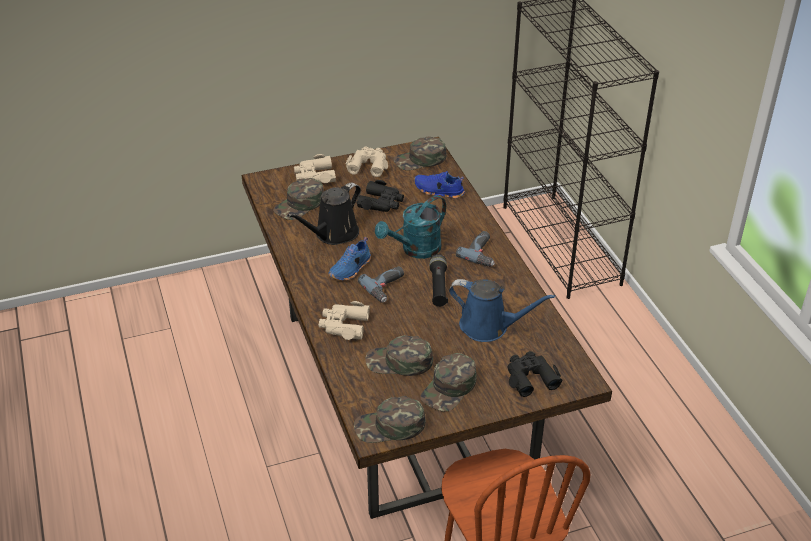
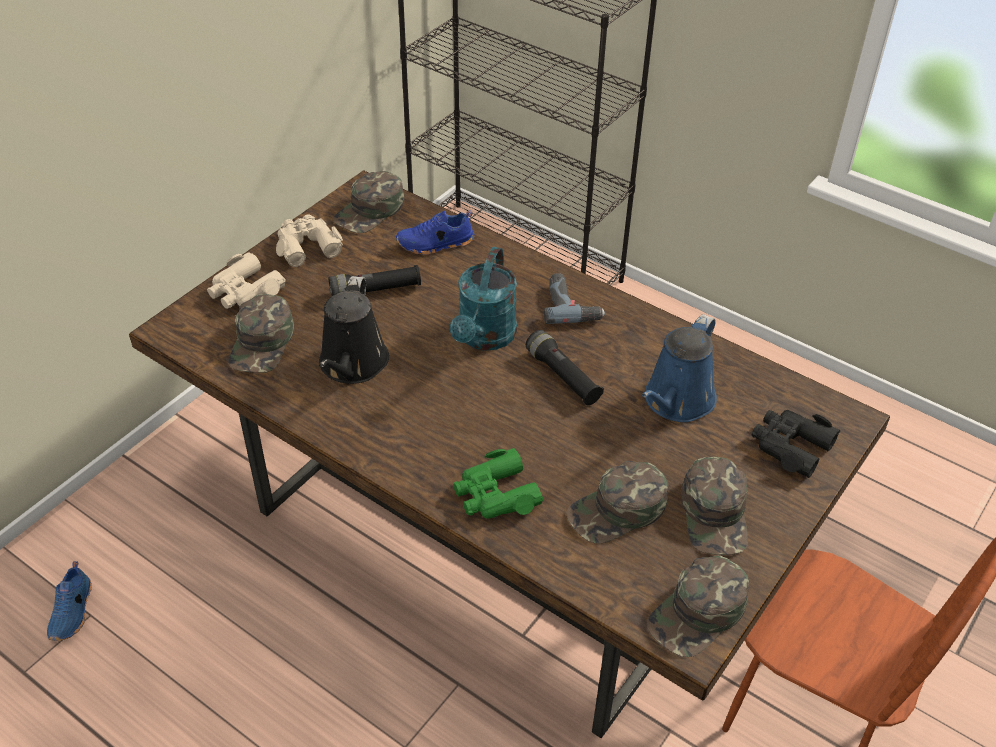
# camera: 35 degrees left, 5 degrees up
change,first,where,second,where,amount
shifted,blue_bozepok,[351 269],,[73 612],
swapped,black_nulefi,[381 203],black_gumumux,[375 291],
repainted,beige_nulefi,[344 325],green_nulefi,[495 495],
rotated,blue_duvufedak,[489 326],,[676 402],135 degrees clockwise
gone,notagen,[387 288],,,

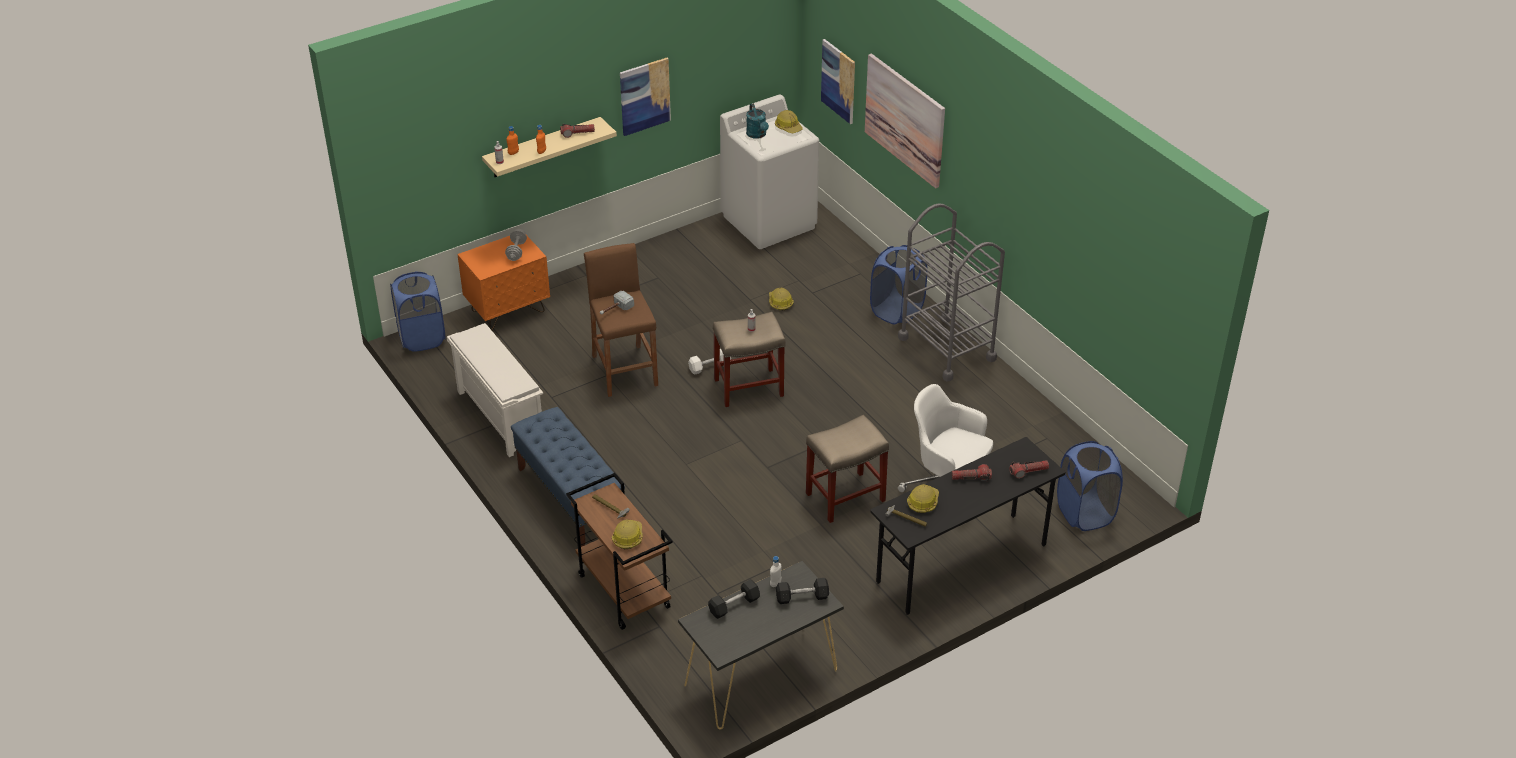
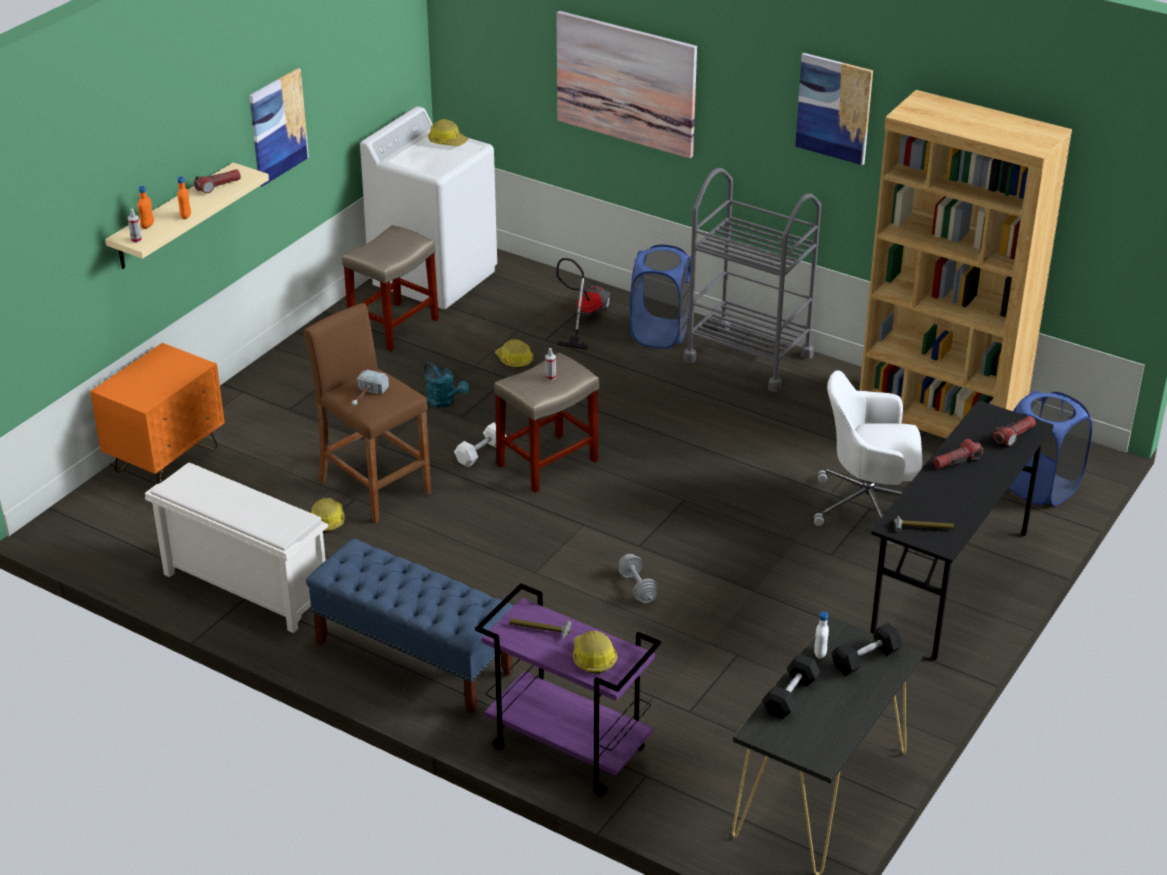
# camera: 25 degrees left, 5 degrees down
change,first,where,second,where,amount
shifted,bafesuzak,[923 502],,[327 520],
shifted,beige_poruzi,[844 497],,[393 327],
shifted,turquoise_duvufedak,[757 135],,[445 402],
repainted,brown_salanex,[622 591],purple_salanex,[566 748],
new,,,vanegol,[584 319],
shifted,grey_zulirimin,[516 251],,[637 587],
shifted,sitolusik,[838 81],,[834 108],
new,,,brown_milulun,[940 417],
gone,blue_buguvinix,[422 338],,,

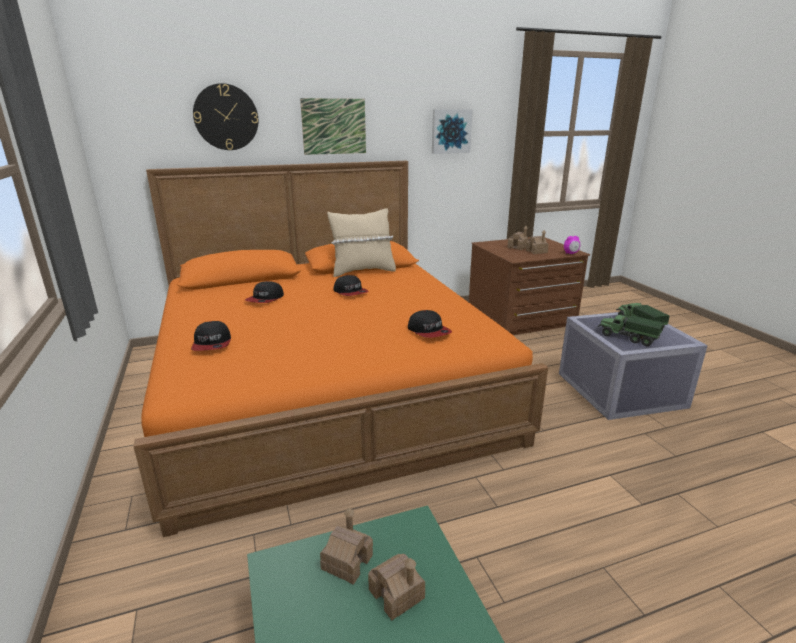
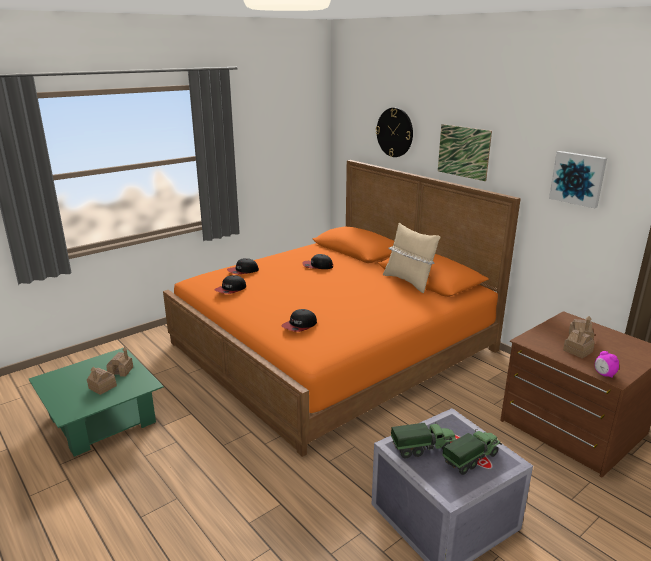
# camera: 70 degrees right, 0 degrees up
change,first,where,second,where,amount
shifted,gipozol,[350 292],,[231 289],
rotated,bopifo,[627 337],,[423 448],60 degrees clockwise

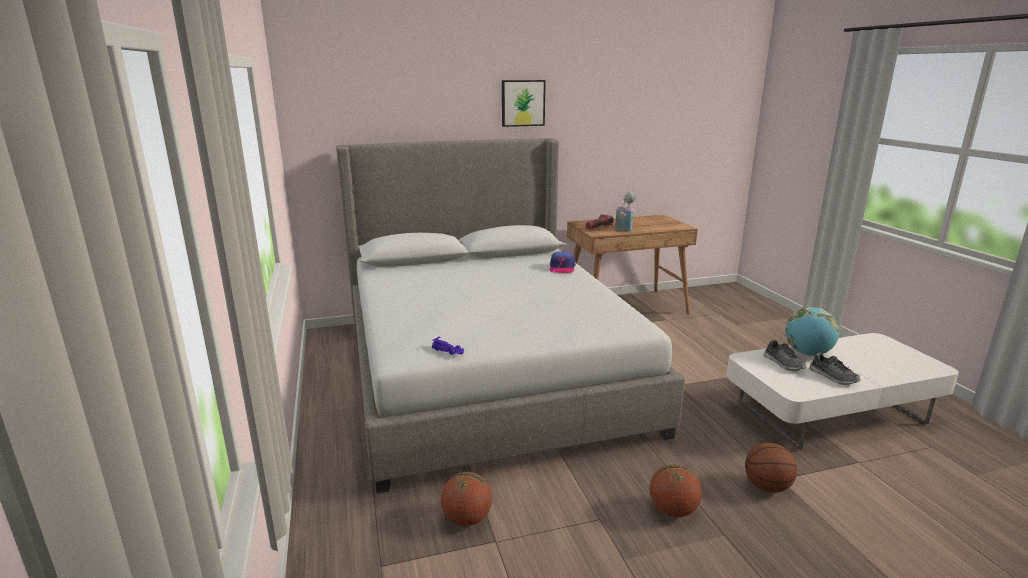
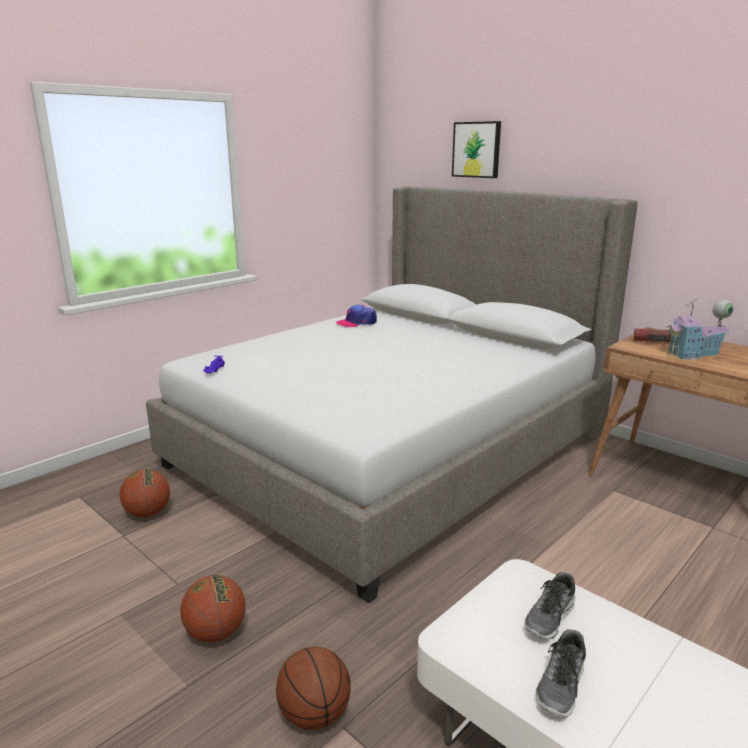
# camera: 60 degrees right, 0 degrees up
change,first,where,second,where,amount
shifted,gipozol,[562 268],,[357 323],
shifted,sitolusik,[522 103],,[477 149],
gone,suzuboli,[807 353],,,

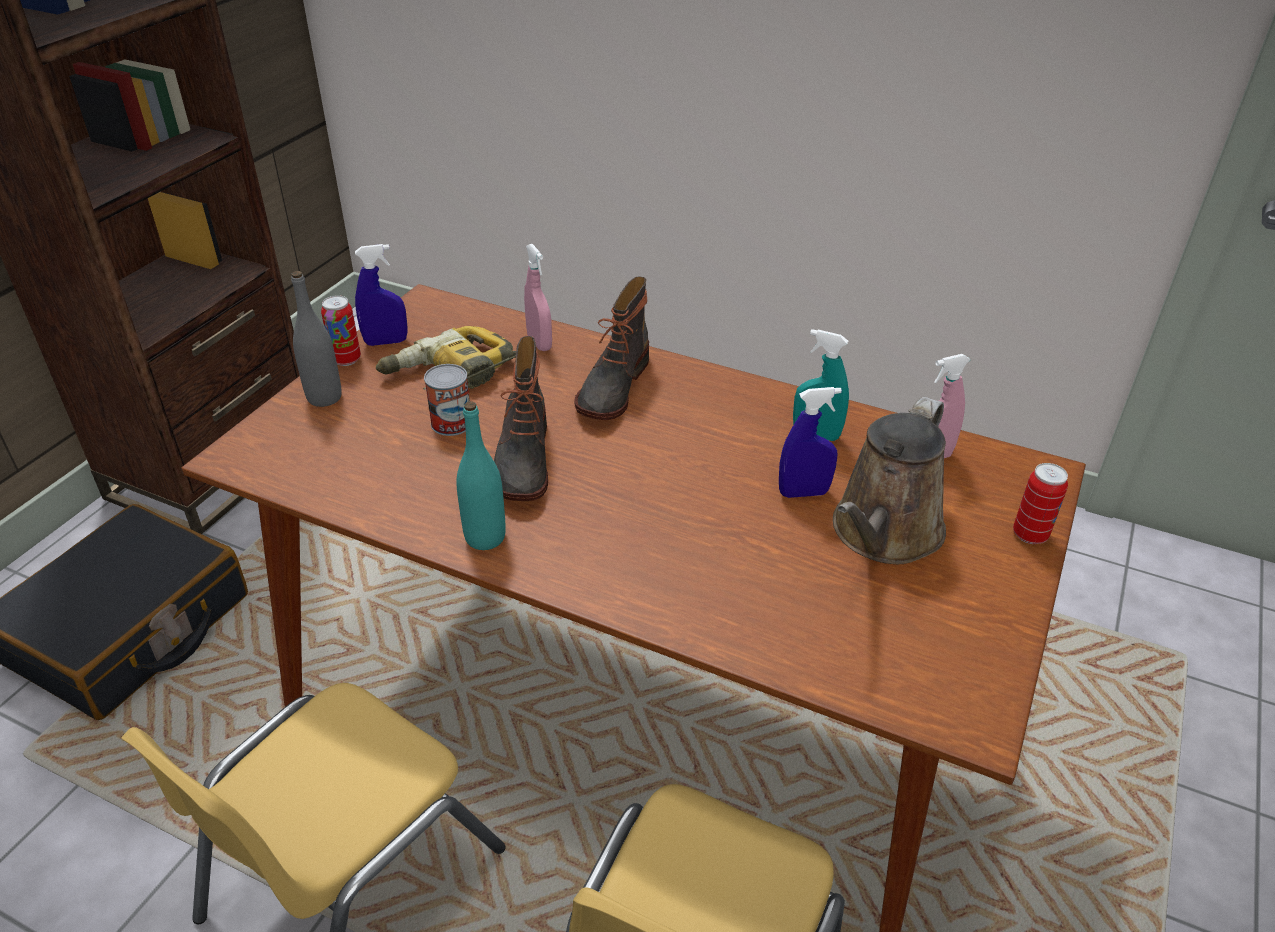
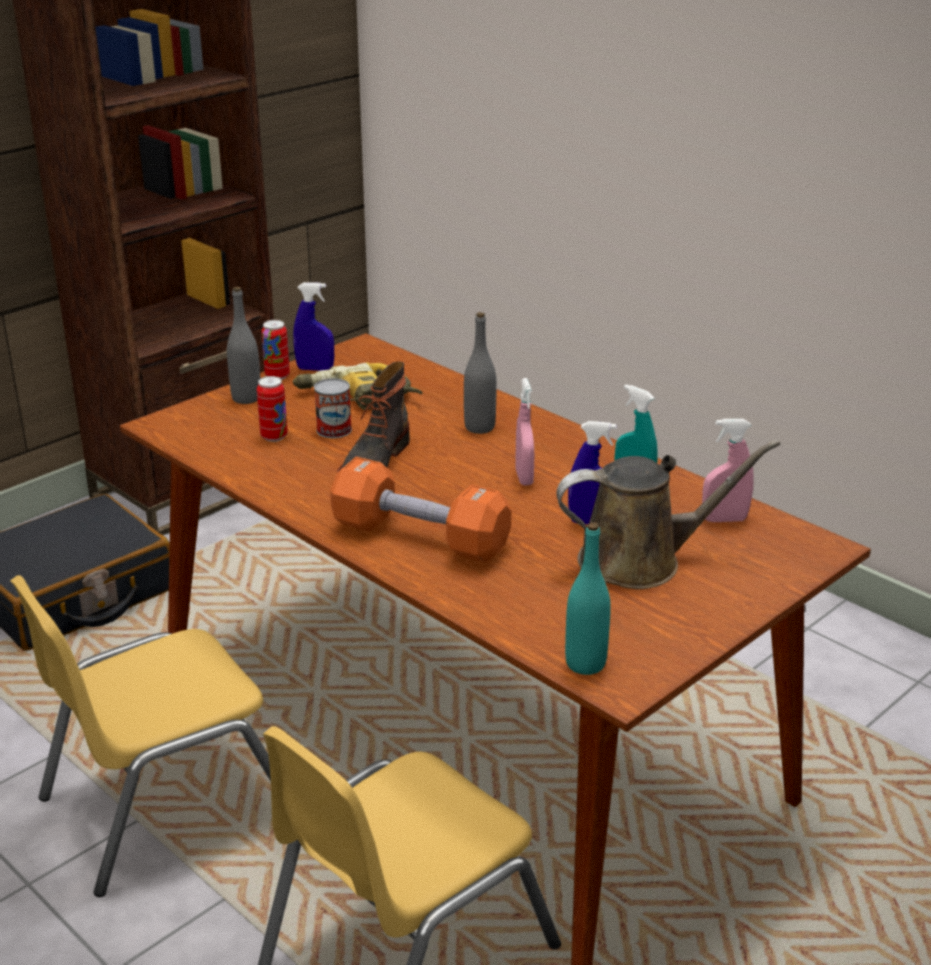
# camera: 20 degrees right, 10 degrees down
change,first,where,second,where,amount
shifted,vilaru,[1030 535],,[274 437],
new,,,orange_zulirimin,[420 537],
swapped,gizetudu,[612 387],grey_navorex,[479 427],
shifted,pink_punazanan,[539 343],,[524 478],
rotated,brown_duvufedak,[883 534],,[640 561],150 degrees counterclockwise
shifted,turquoise_navorex,[485 537],,[585 664],

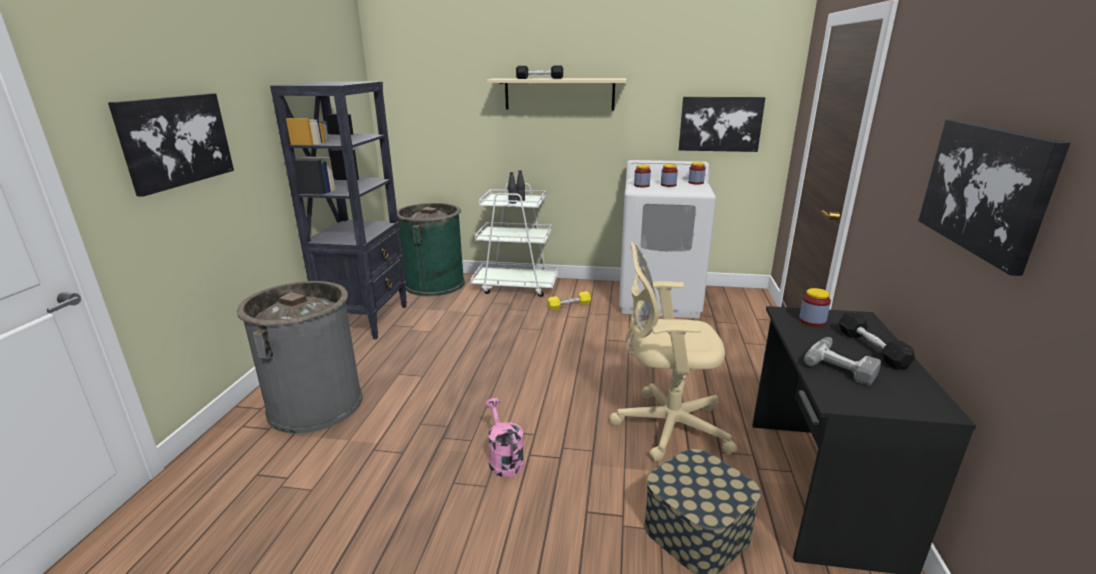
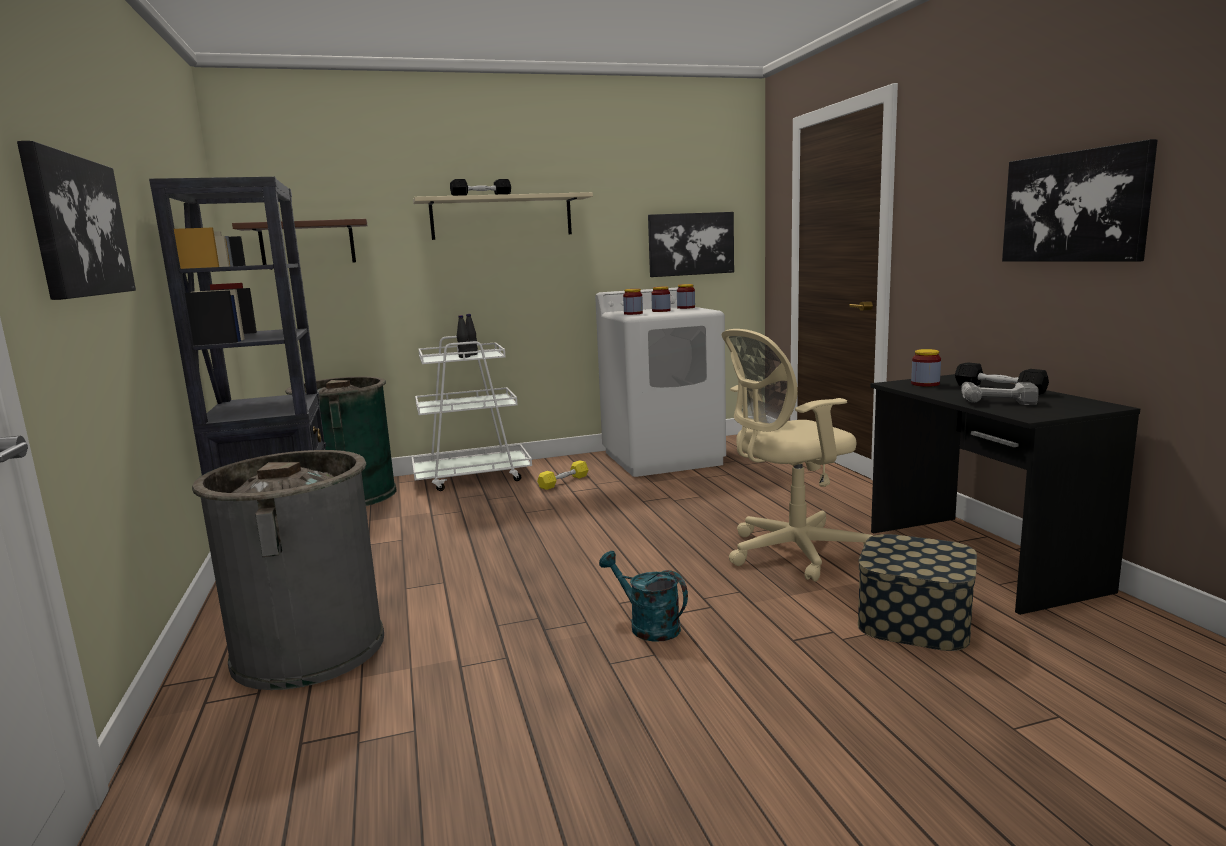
# camera: 25 degrees left, 10 degrees down
change,first,where,second,where,amount
new,,,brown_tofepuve,[307 243],
repainted,pink_duvufedak,[504 459],turquoise_duvufedak,[647 626],

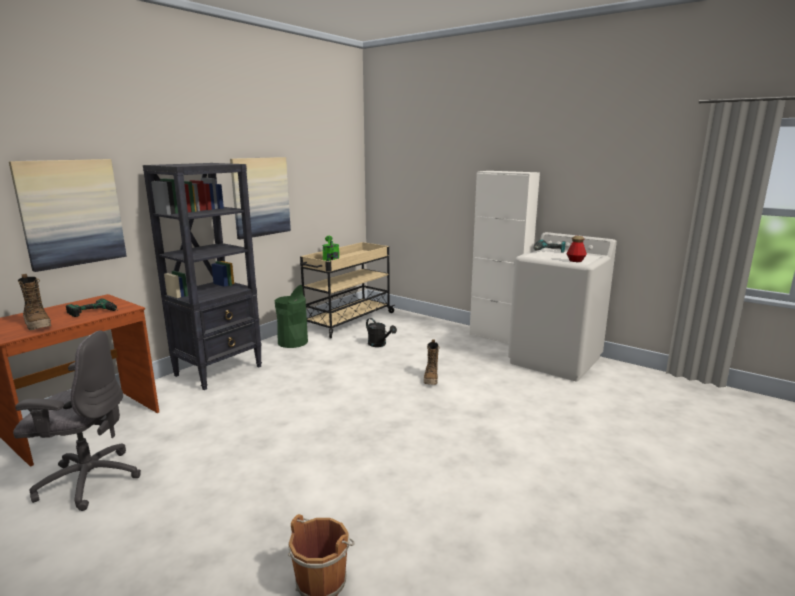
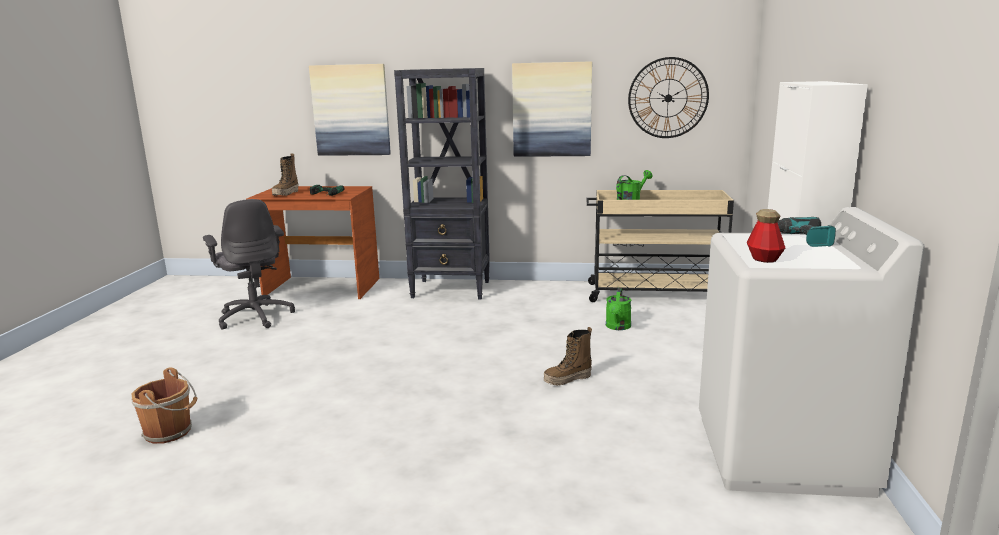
# camera: 60 degrees right, 0 degrees up
change,first,where,second,where,amount
repainted,black_duvufedak,[379 344],green_duvufedak,[617 327],
new,,,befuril,[668 98],
gone,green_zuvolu,[293 342],,,

